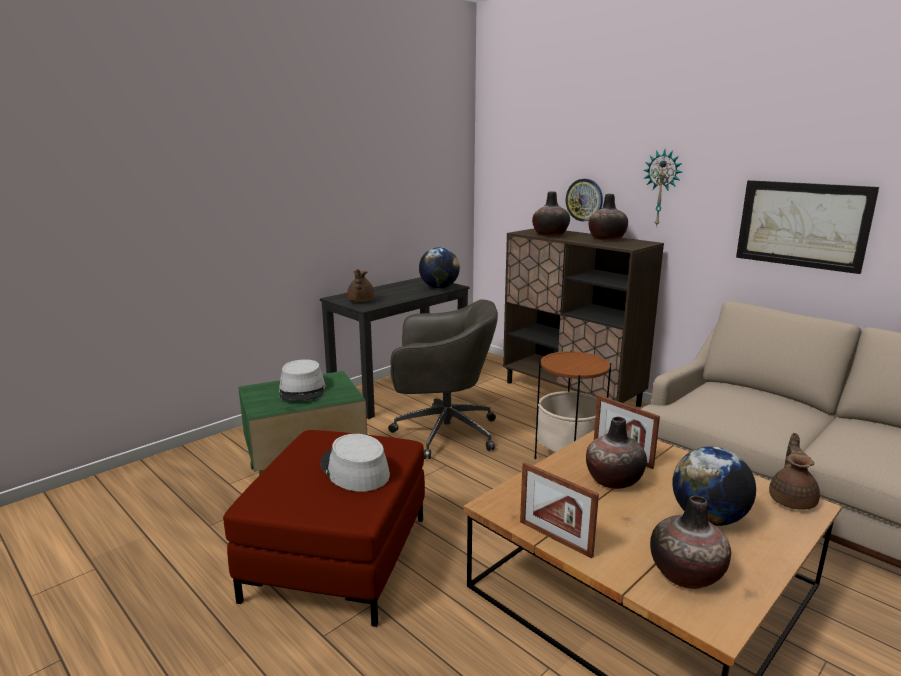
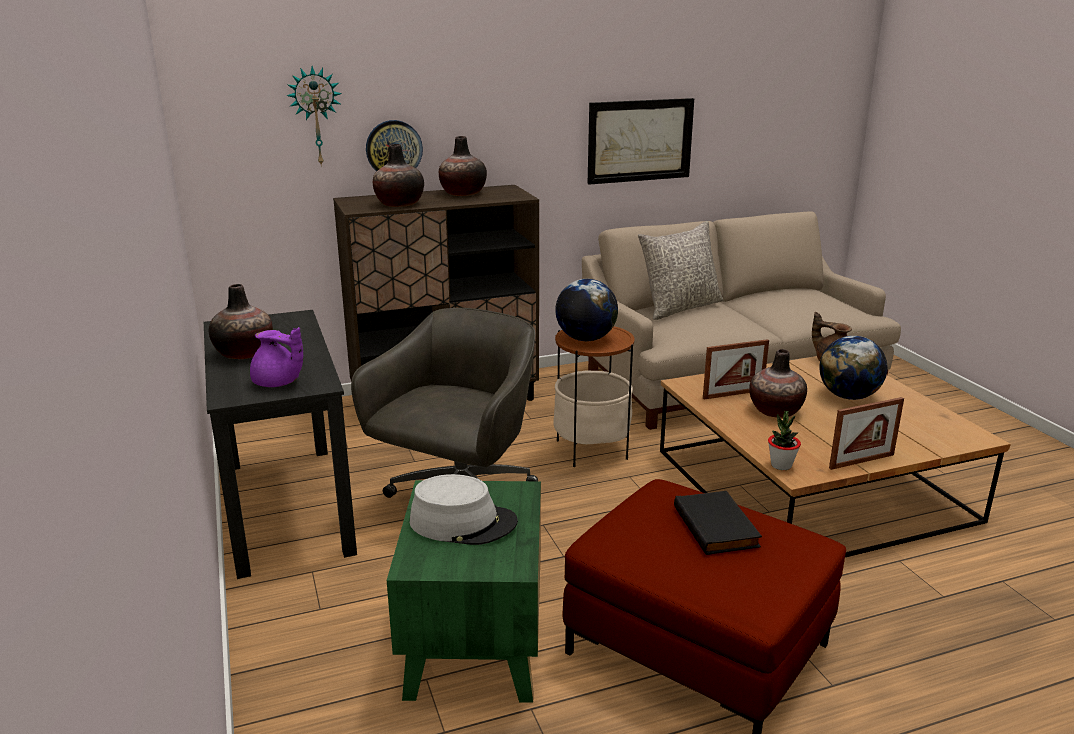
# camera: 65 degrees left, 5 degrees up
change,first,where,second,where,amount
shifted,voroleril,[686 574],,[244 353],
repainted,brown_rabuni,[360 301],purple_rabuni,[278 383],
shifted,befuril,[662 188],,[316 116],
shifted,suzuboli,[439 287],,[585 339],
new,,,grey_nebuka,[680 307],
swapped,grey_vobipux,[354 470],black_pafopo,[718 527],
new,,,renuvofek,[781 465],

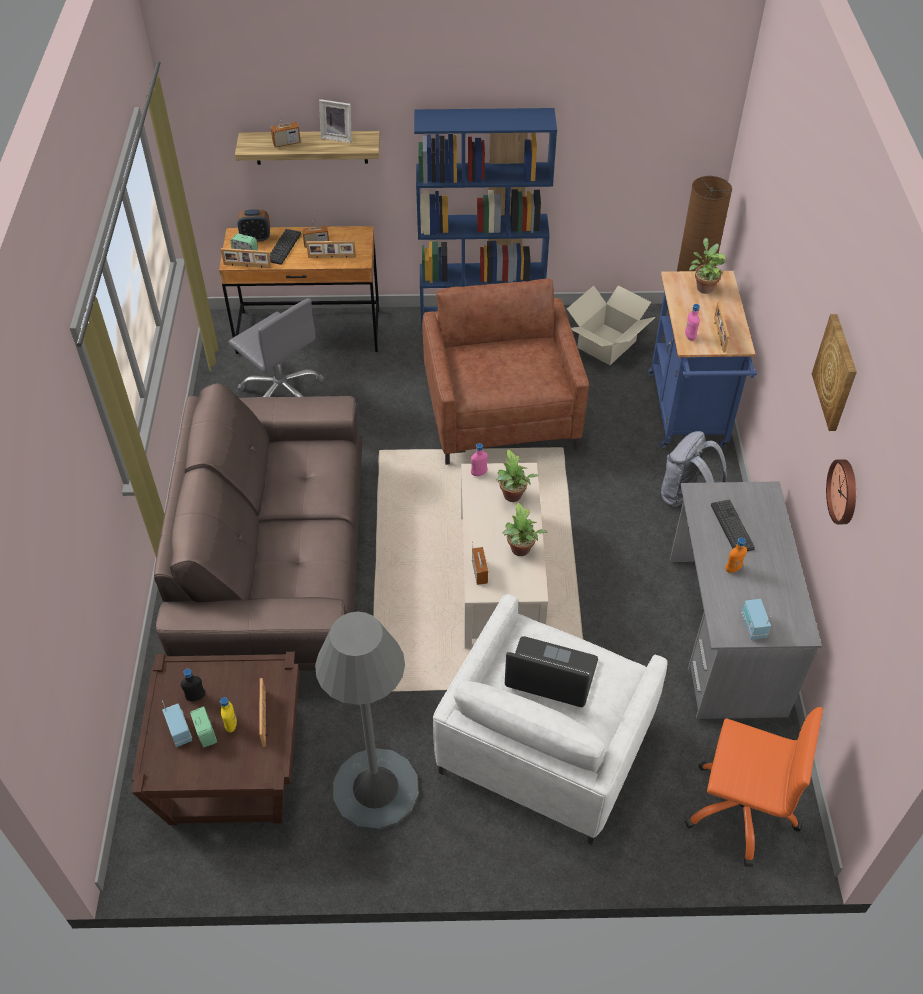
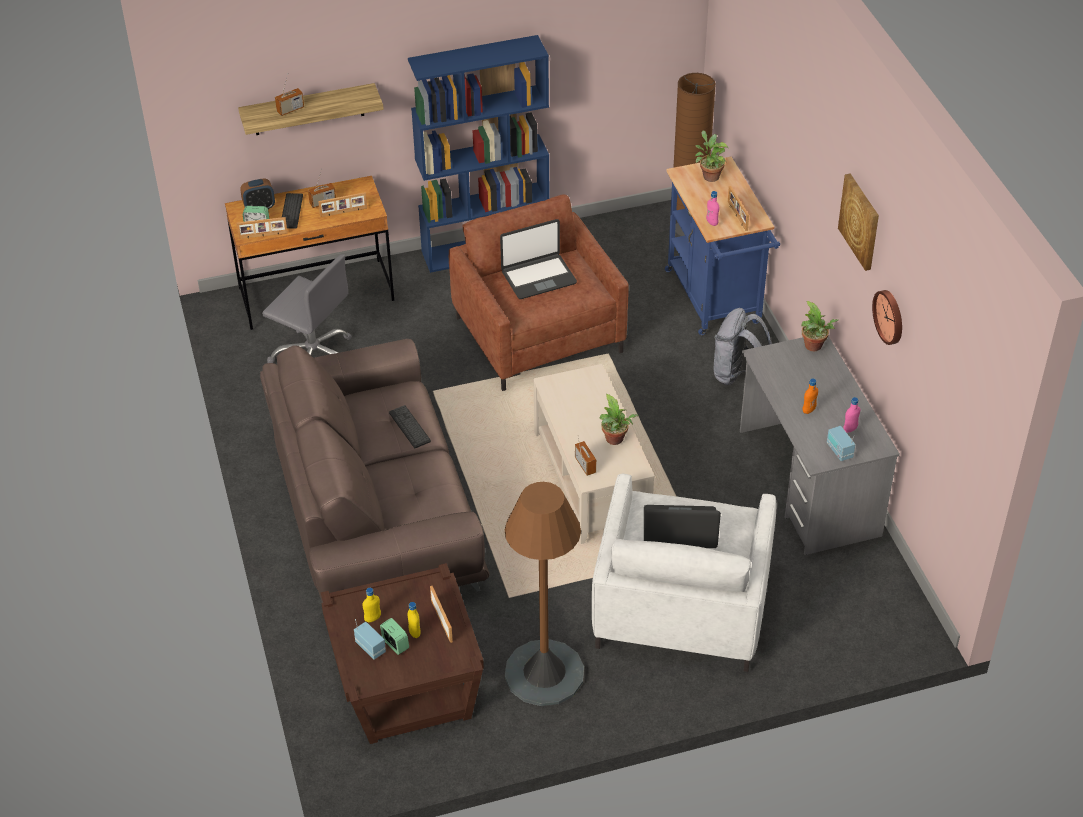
# camera: 15 degrees left, 5 degrees down
change,first,where,second,where,amount
repainted,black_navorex,[196 697],yellow_navorex,[373 618],
shifted,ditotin,[732 526],,[409 427],
new,,,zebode,[538 277],
repainted,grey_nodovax,[376 789],brown_nodovax,[544 673],
shifted,renuvofek,[513 497],,[814 347],
shifted,pink_navorex,[479 473],,[850 429],
gone,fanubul,[338 136],,,
gone,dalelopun,[606 344],,,
gone,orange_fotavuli,[741 809],,,

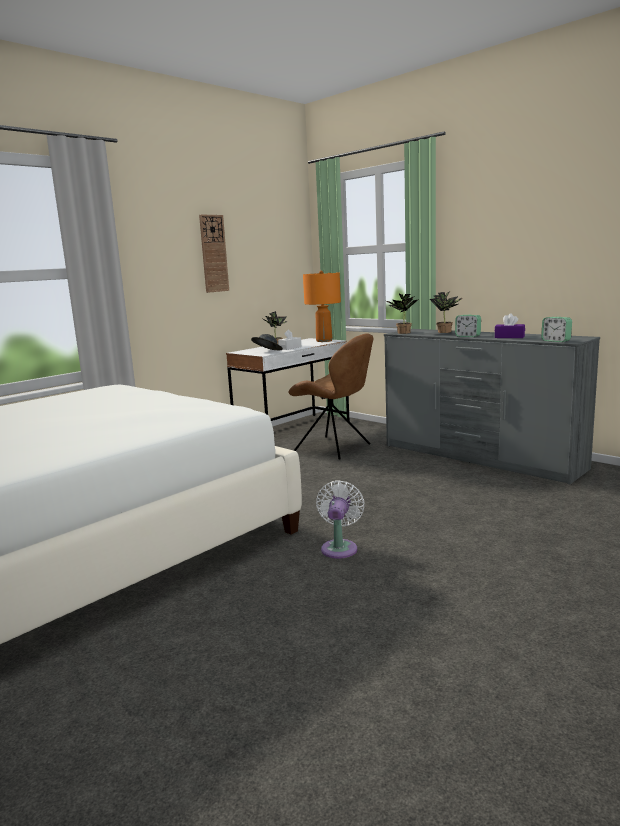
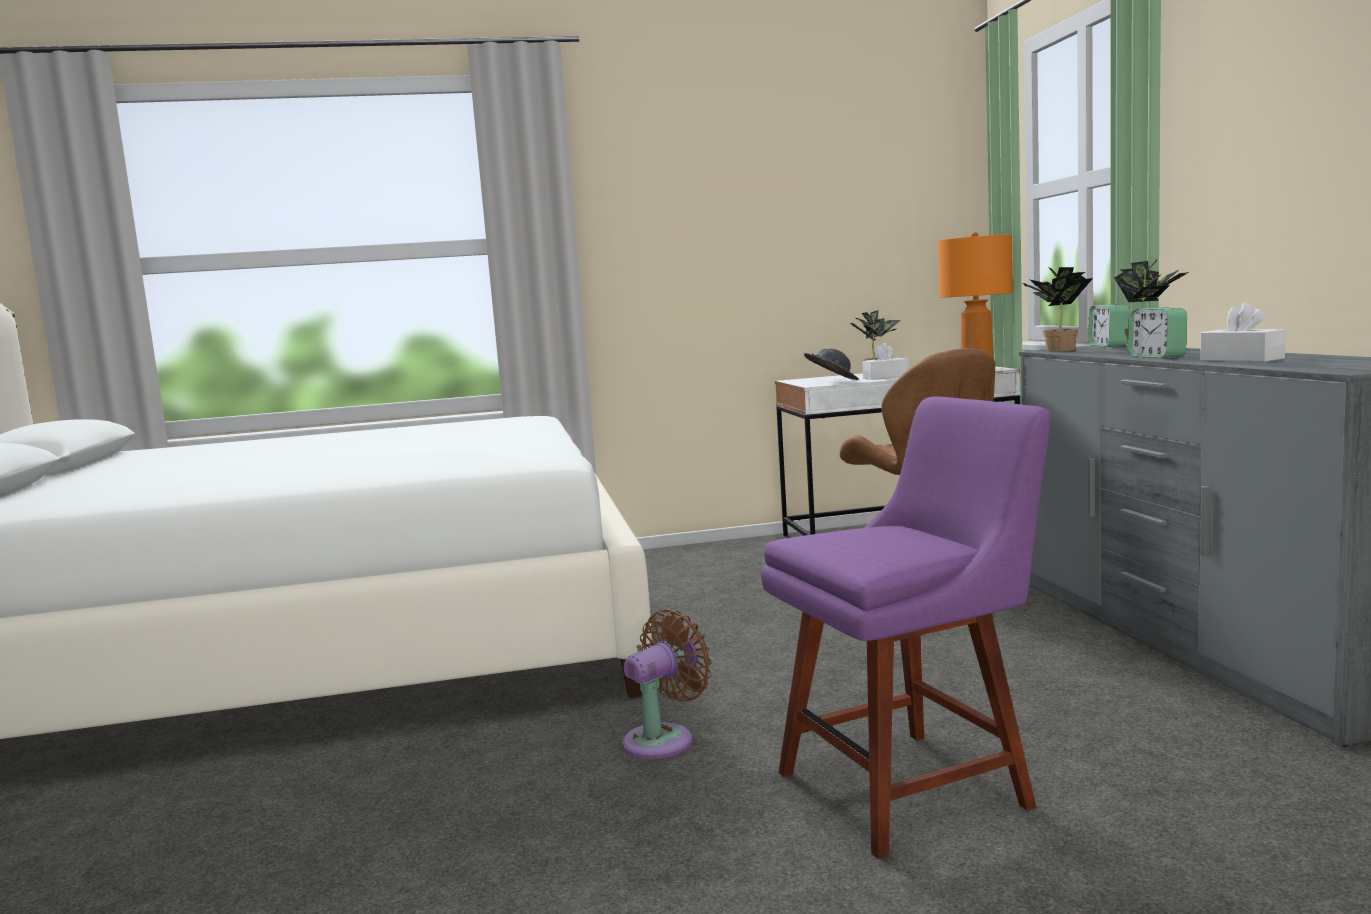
# camera: 35 degrees right, 5 degrees down
change,first,where,second,where,amount
repainted,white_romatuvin,[340 547],brown_romatuvin,[664 740],
new,,,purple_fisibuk,[912 786],
shifted,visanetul,[556 341],,[1108 346],
repainted,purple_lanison,[509 337],white_lanison,[1241 359],
gone,befuril,[213 253],,,

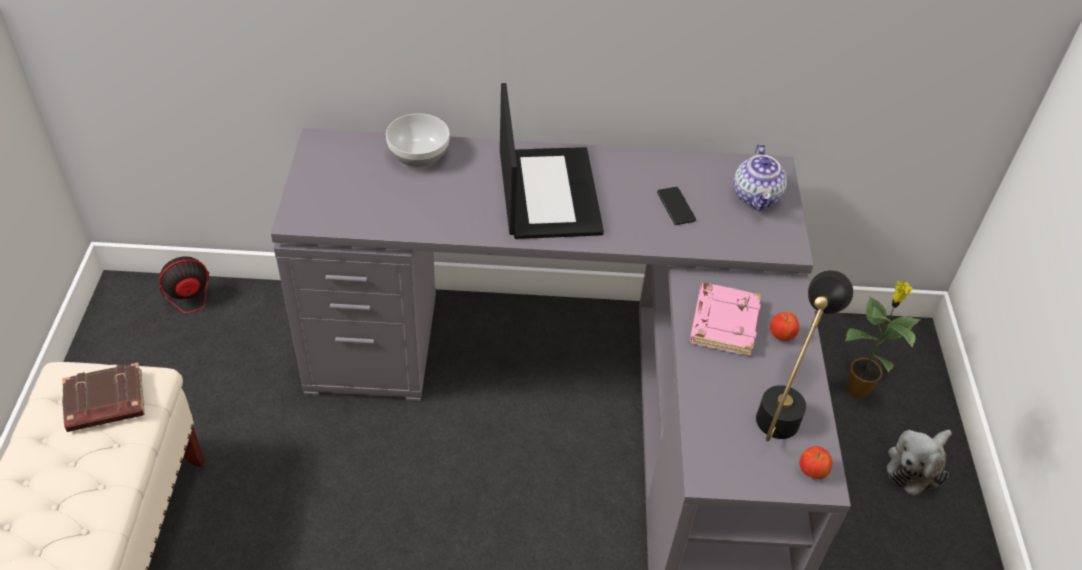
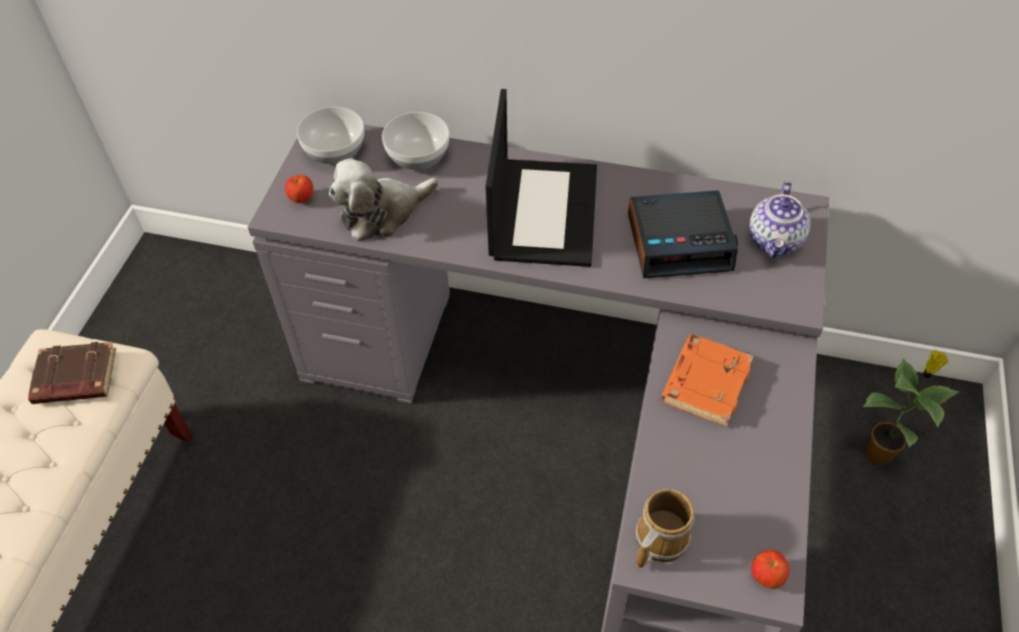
# camera: 15 degrees right, 5 degrees up
change,first,where,second,where,amount
shifted,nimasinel,[781 335],,[302 199],
new,,,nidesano,[336 151],
shifted,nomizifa,[916 466],,[382 213],
swapped,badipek,[676 206],visanetul,[680 242],
new,,,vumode,[657 539],
repainted,pink_pafopo,[723 322],orange_pafopo,[705 382],
gone,romatuvin,[178 318],,,
gone,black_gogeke,[784 405],,,

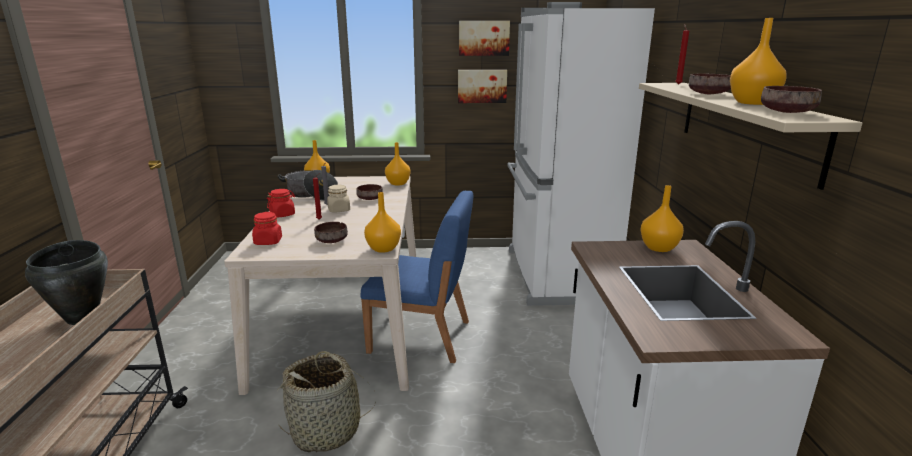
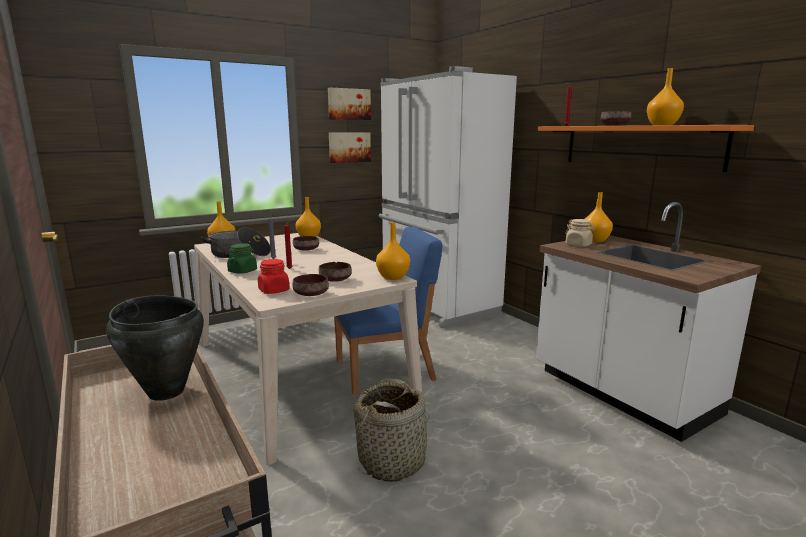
# camera: 30 degrees left, 5 degrees down
change,first,where,second,where,amount
repainted,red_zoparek,[282 214],green_zoparek,[242 271],
shifted,brown_nidesano,[788 112],,[311 294],
repainted,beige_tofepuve,[745 126],orange_tofepuve,[639 146],
shifted,beige_zoparek,[339 210],,[578 245],

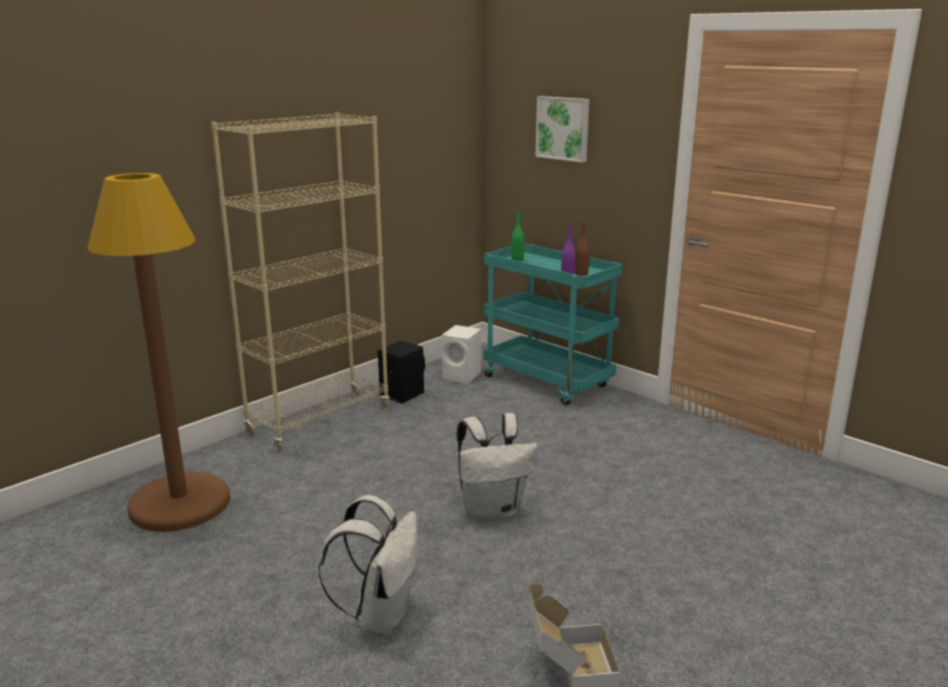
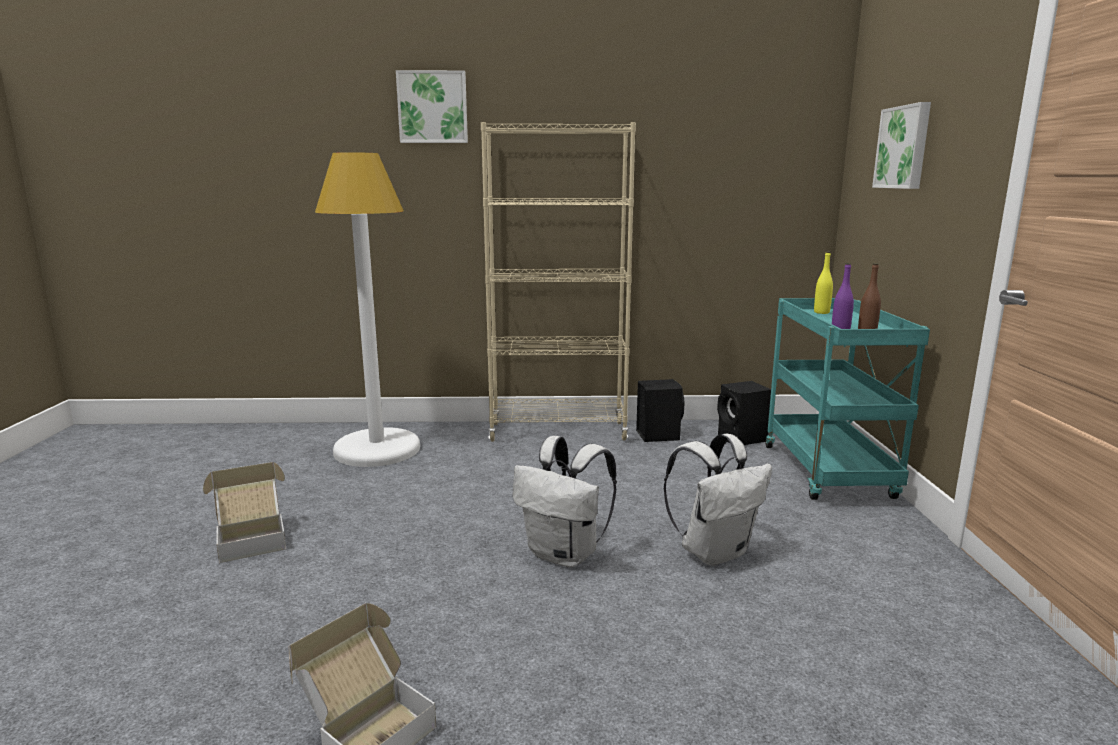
# camera: 45 degrees right, 5 degrees down
change,first,where,second,where,amount
new,,,dalelopun,[252 539],
repainted,brown_nodovax,[180 504],white_nodovax,[377 449],
new,,,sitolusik,[433 107],
shifted,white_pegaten,[380 615],,[714 551],
repainted,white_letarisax,[463 376],black_letarisax,[742 439],
repainted,green_navorex,[517 259],yellow_navorex,[821 312],

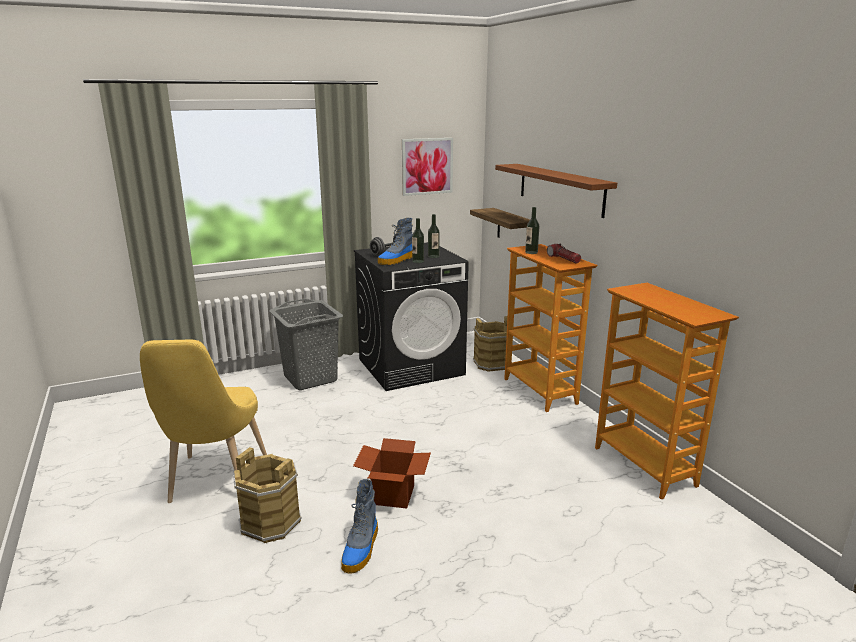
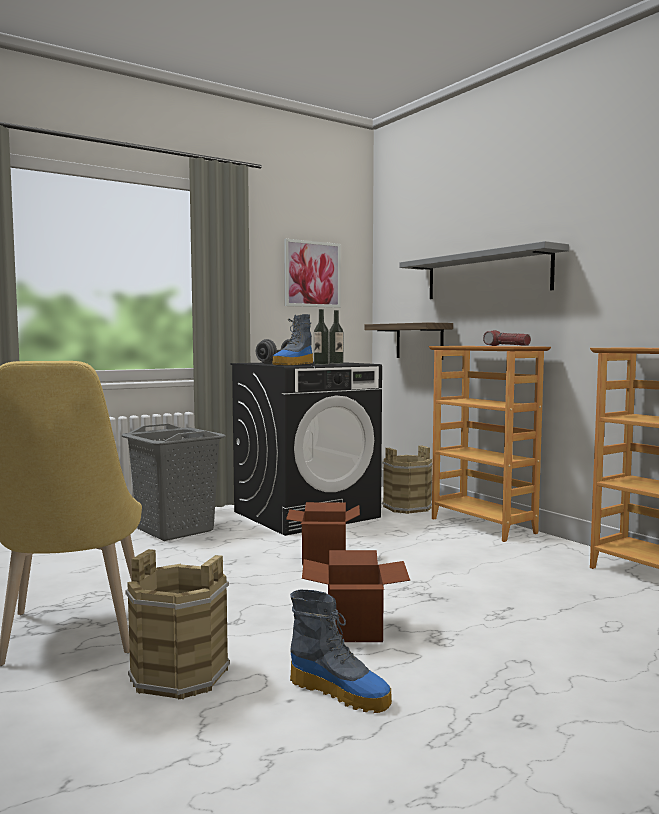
# camera: 10 degrees left, 15 degrees down
change,first,where,second,where,amount
new,,,dalelopun,[324 558],
rotated,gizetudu,[361 549],,[340 692],60 degrees counterclockwise
repainted,brown_tofepuve,[560 189],grey_tofepuve,[486 275],
gone,navorex,[531 252],,,

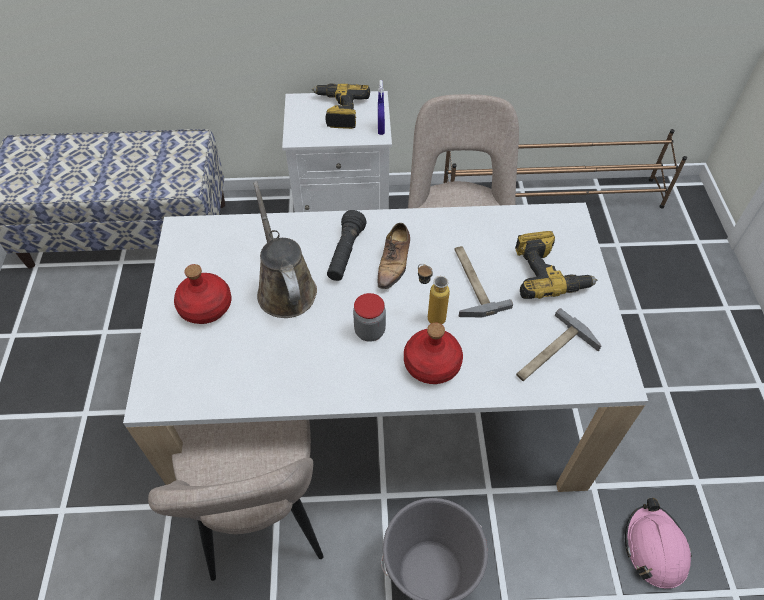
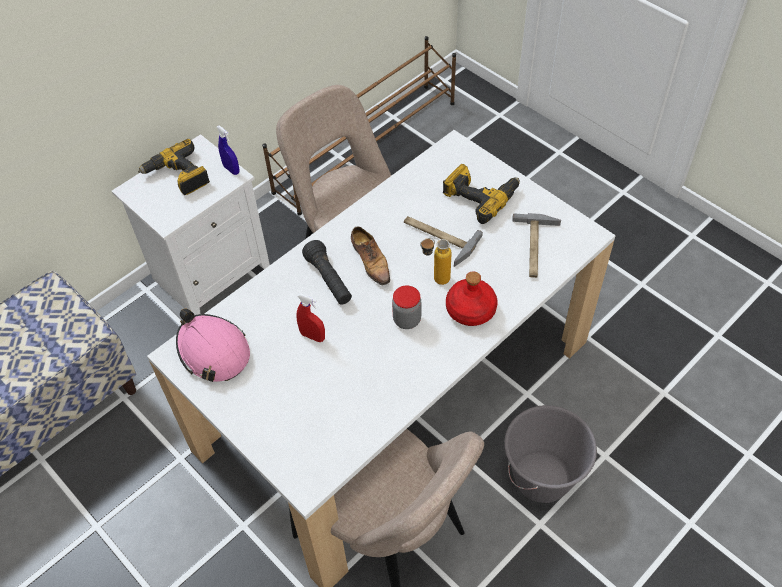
# camera: 40 degrees left, 0 degrees up
change,first,where,second,where,amount
shifted,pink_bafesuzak,[654 548],,[213 351],
swapped,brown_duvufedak,[285 288],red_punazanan,[312 336],
gone,red_navorex,[206 306],,,

